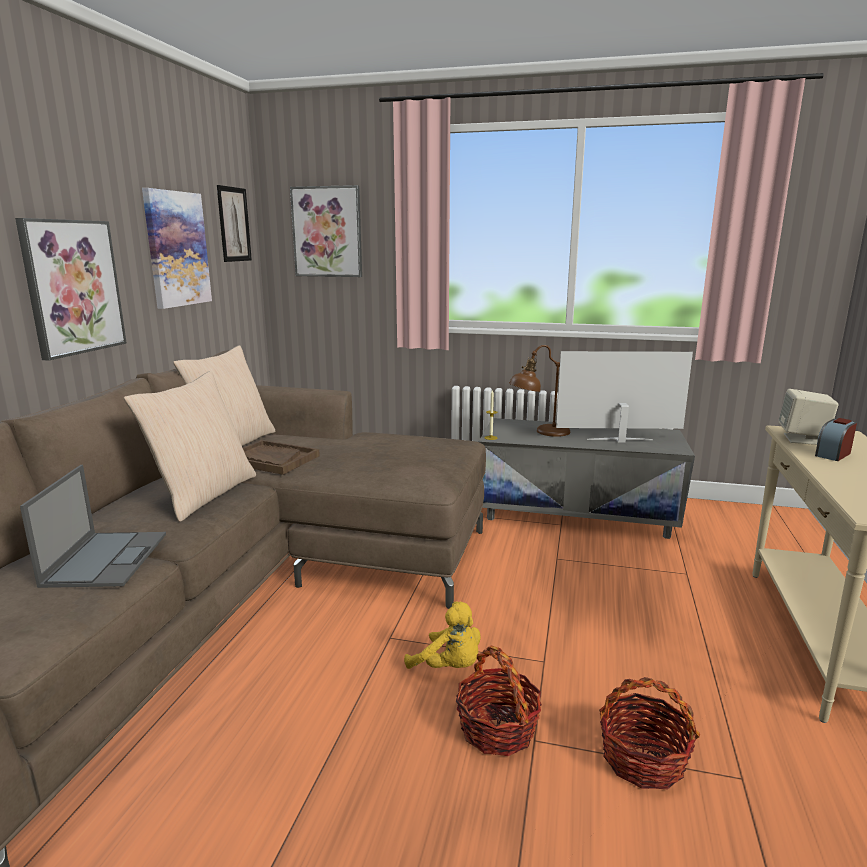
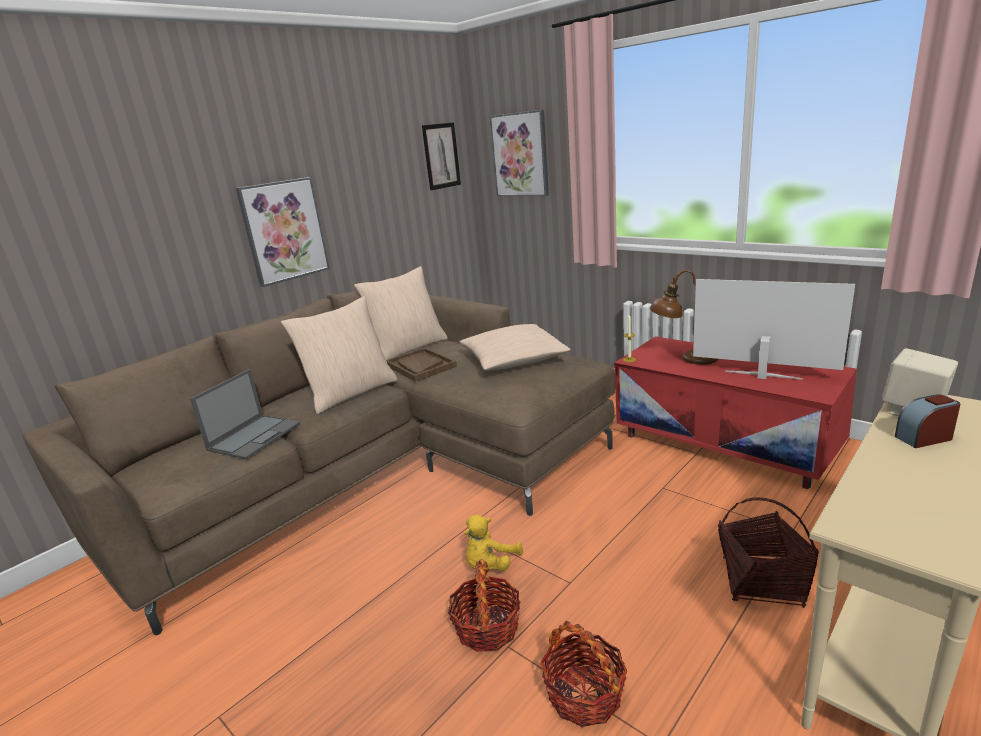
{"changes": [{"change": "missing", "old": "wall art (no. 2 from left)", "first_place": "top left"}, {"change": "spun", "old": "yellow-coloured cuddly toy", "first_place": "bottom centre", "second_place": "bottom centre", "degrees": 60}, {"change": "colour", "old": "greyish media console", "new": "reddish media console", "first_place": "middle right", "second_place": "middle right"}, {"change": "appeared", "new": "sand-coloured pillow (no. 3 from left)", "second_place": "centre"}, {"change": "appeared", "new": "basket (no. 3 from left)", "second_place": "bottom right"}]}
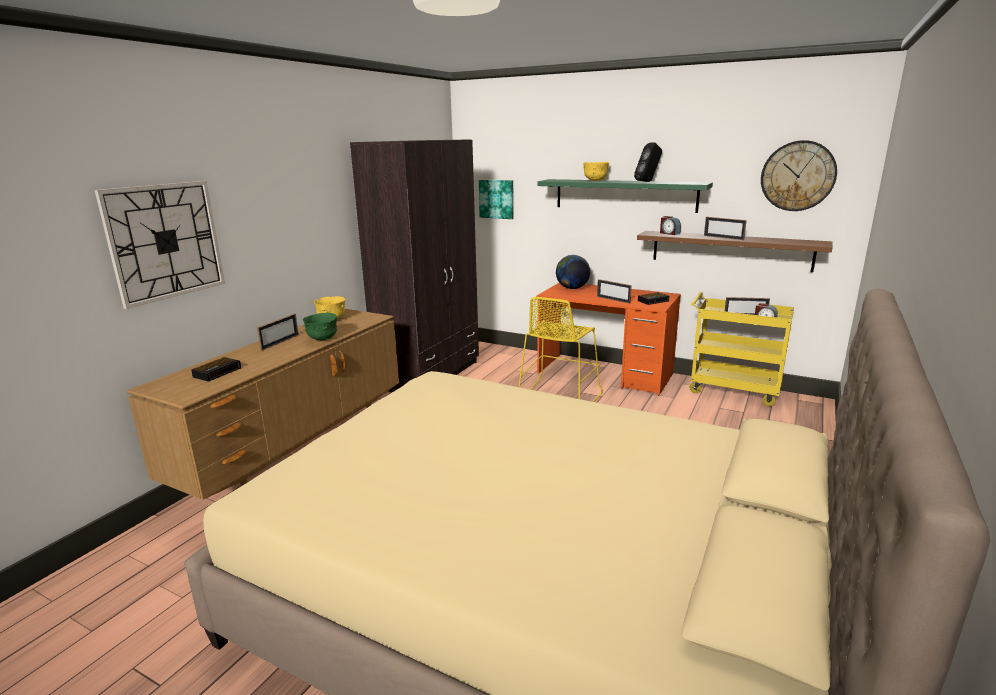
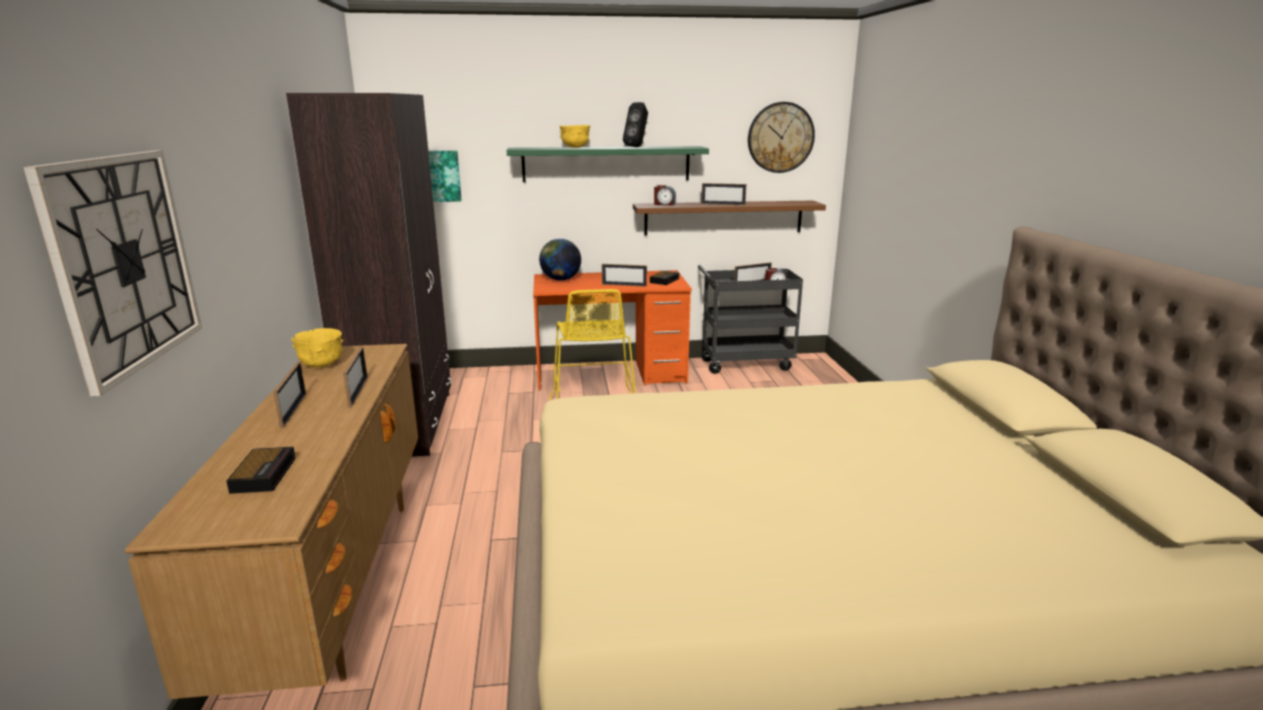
{"changes": [{"change": "exchanged", "old": "green bowl", "new": "standing frame (no. 2 from left)", "first_place": "middle left", "second_place": "middle left"}, {"change": "colour", "old": "yellow-coloured cart", "new": "greyish cart", "first_place": "middle right", "second_place": "centre"}]}
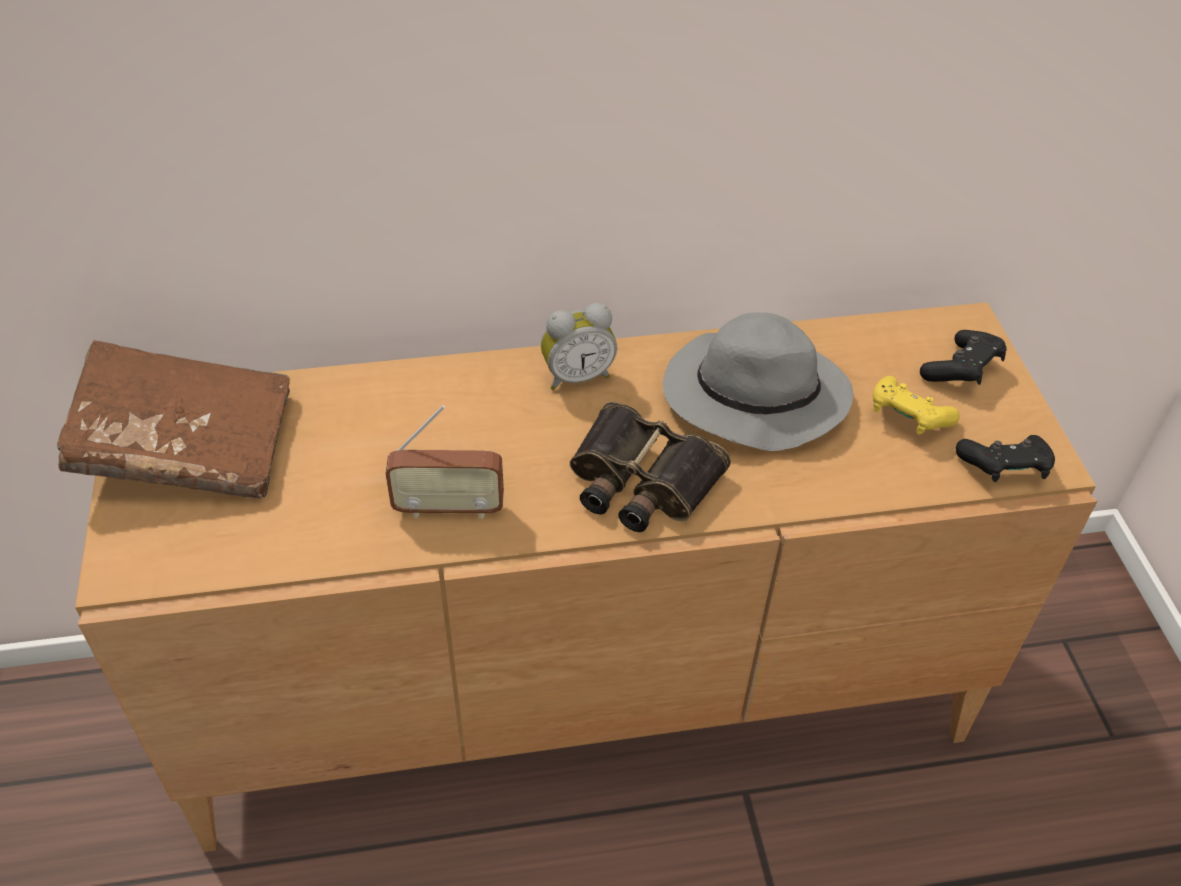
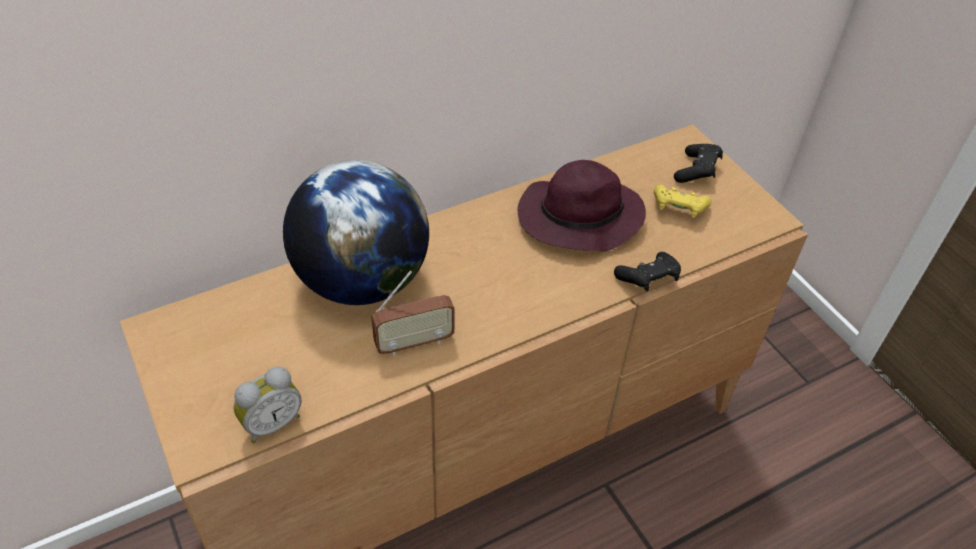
{"changes": [{"change": "missing", "old": "brownish bound book", "first_place": "middle left"}, {"change": "relocated", "old": "table clock", "first_place": "centre", "second_place": "bottom left"}, {"change": "missing", "old": "pair of binoculars", "first_place": "centre"}, {"change": "colour", "old": "greyish hat", "new": "purple hat", "first_place": "centre", "second_place": "centre"}, {"change": "relocated", "old": "black-coloured game controller (no. 2 from left in the first image)", "new": "black-coloured game controller (no. 1 from left)", "first_place": "middle right", "second_place": "centre"}, {"change": "appeared", "new": "globe", "second_place": "centre"}]}
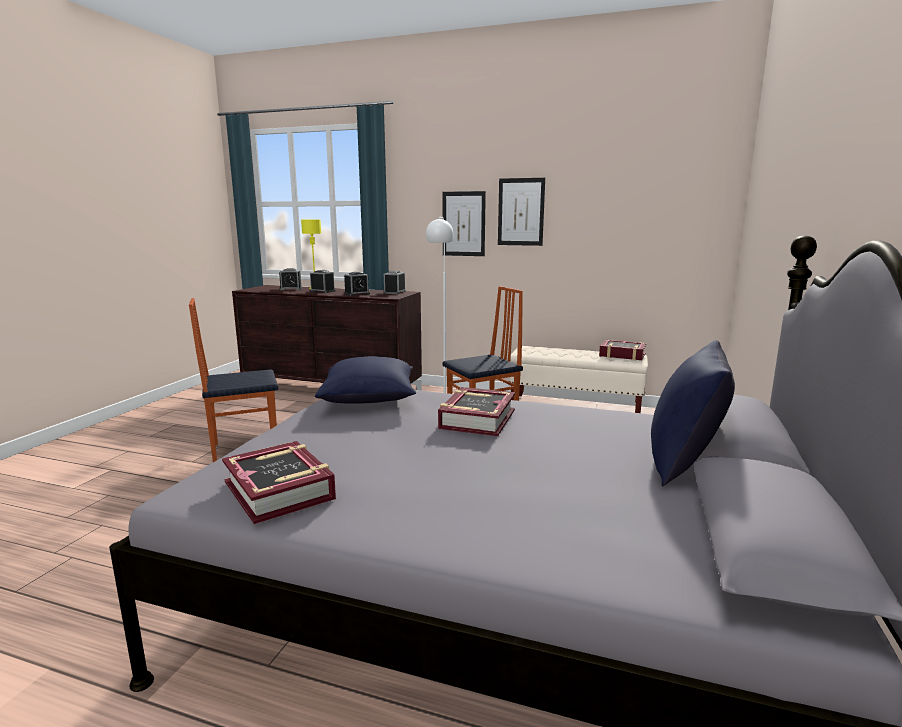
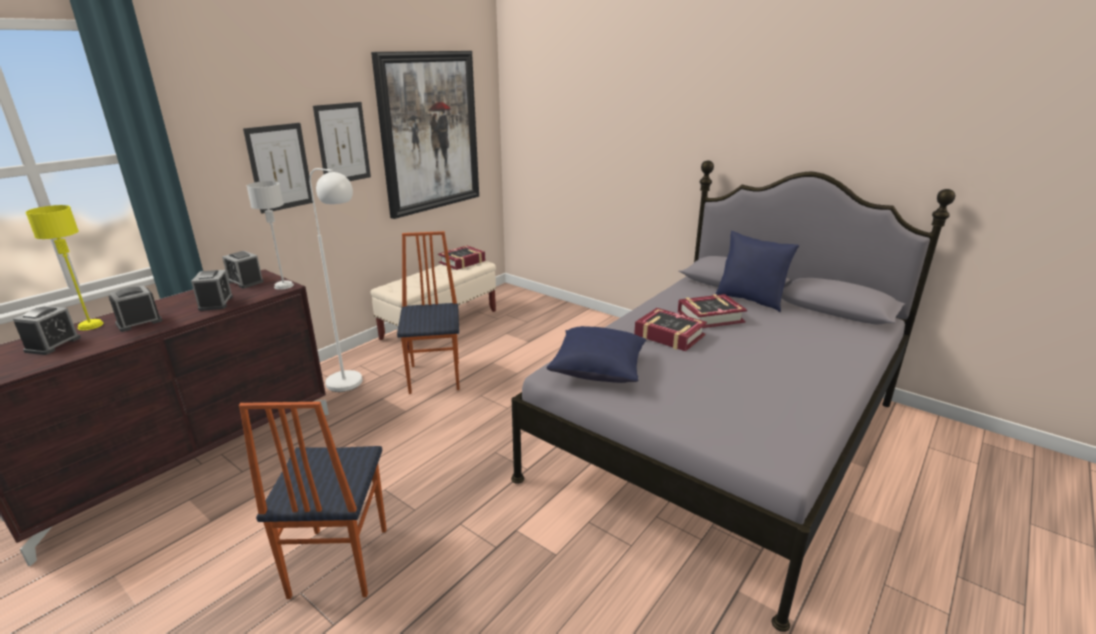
{"changes": [{"change": "relocated", "old": "bound book (no. 1 from left in the first image)", "new": "bound book (no. 3 from left)", "first_place": "middle left", "second_place": "centre"}, {"change": "appeared", "new": "greyish table lamp", "second_place": "middle left"}, {"change": "appeared", "new": "wall art (no. 3 from left)", "second_place": "top centre"}]}
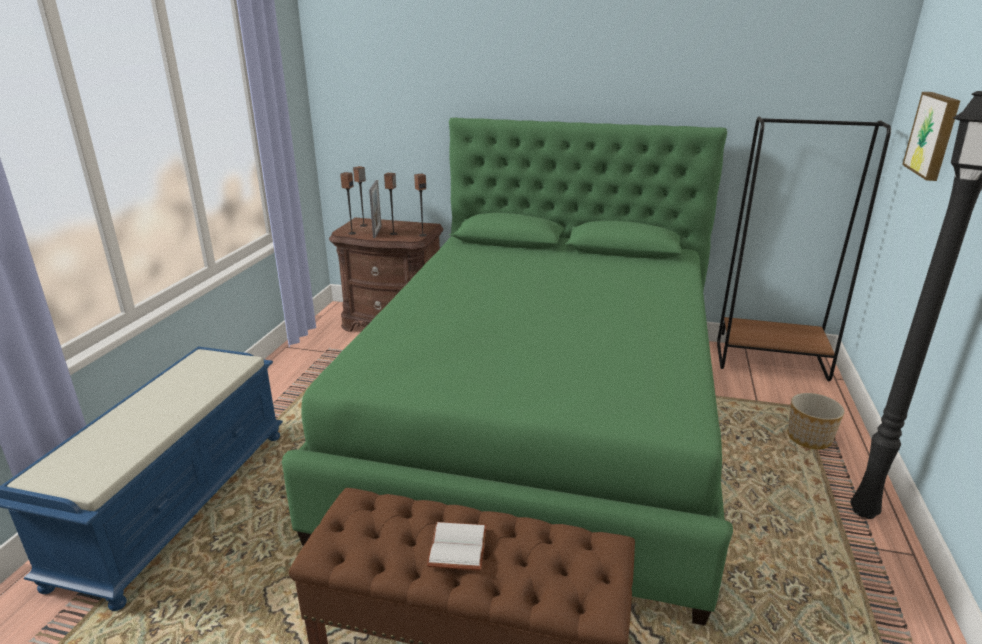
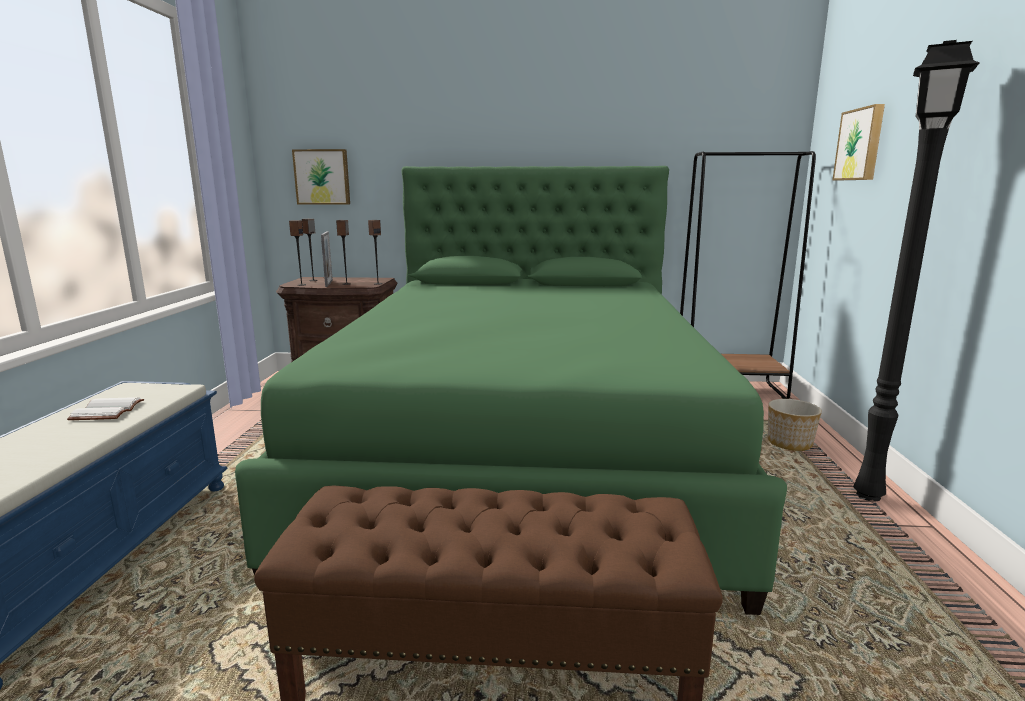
{"changes": [{"change": "relocated", "old": "white-coloured bound book", "first_place": "bottom centre", "second_place": "middle left"}, {"change": "appeared", "new": "wall art (no. 1 from left)", "second_place": "top left"}]}
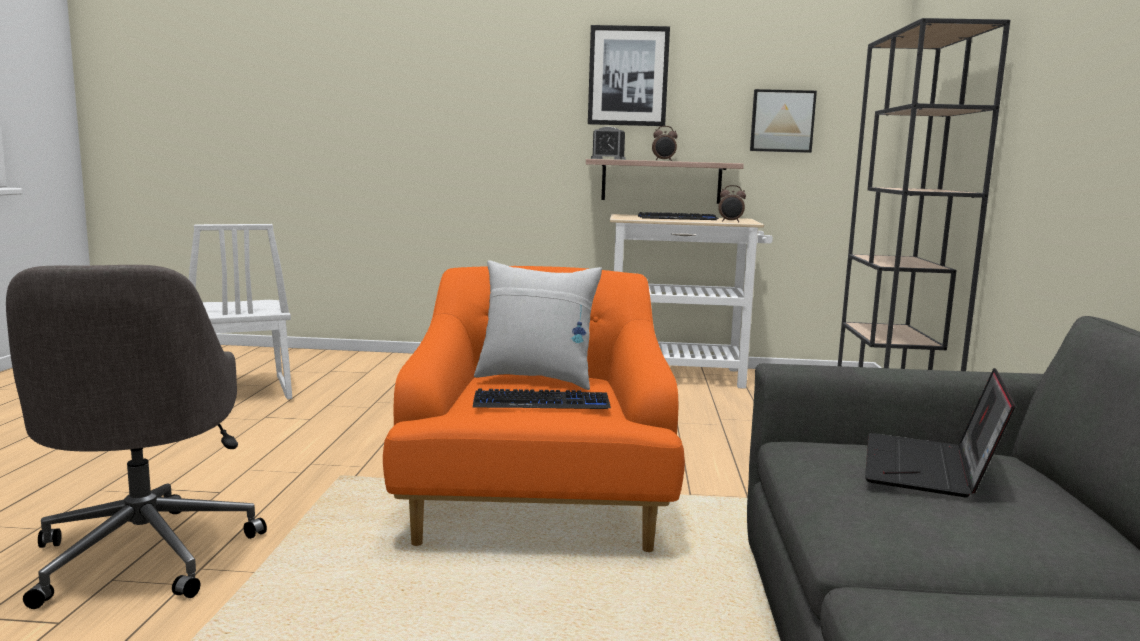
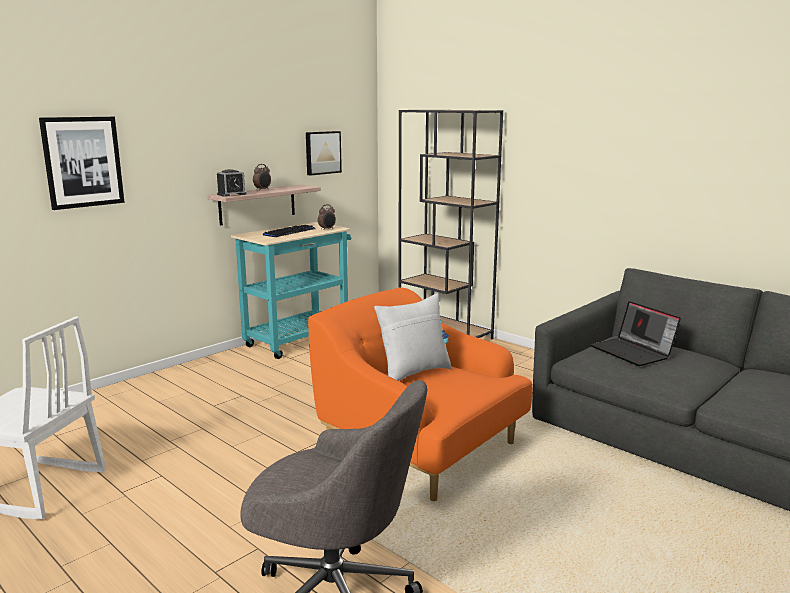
{"changes": [{"change": "missing", "old": "computer keyboard (no. 1 from left)", "first_place": "centre"}, {"change": "relocated", "old": "wall art (no. 1 from left)", "first_place": "top centre", "second_place": "top left"}, {"change": "colour", "old": "white-coloured cart", "new": "blue-green cart", "first_place": "centre", "second_place": "centre"}]}
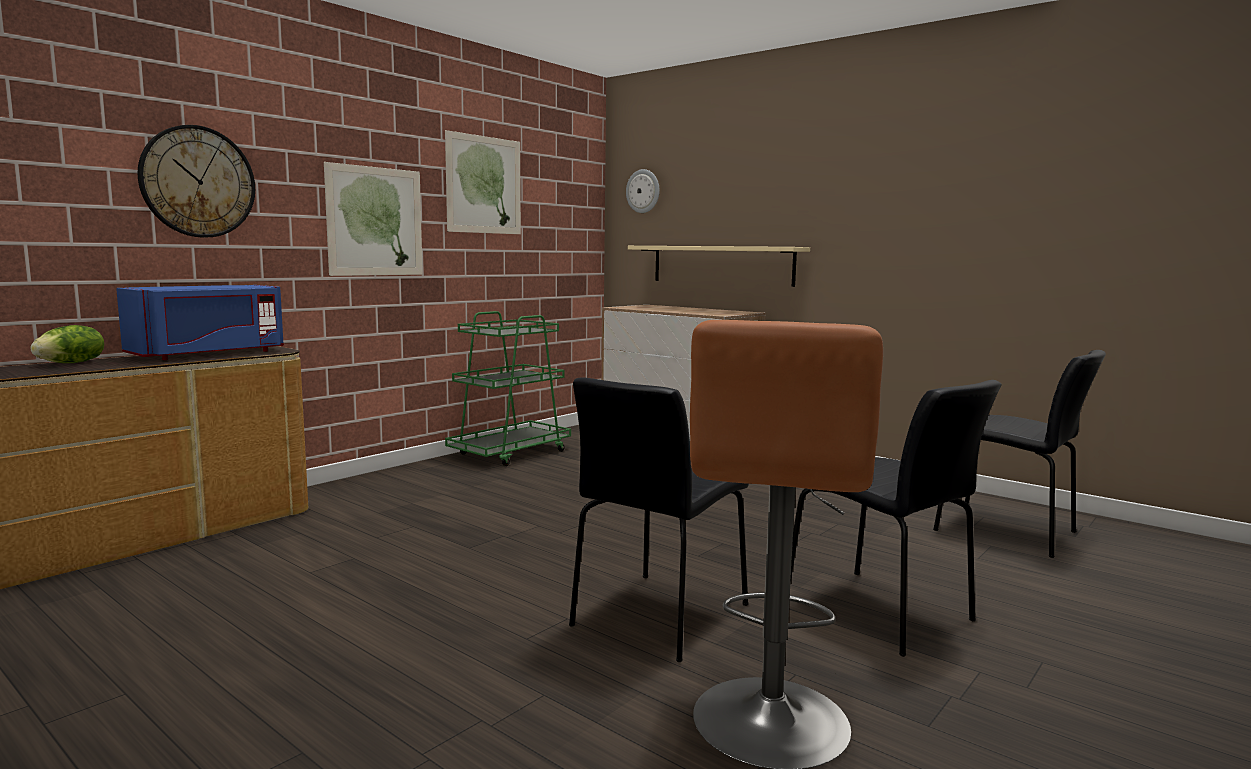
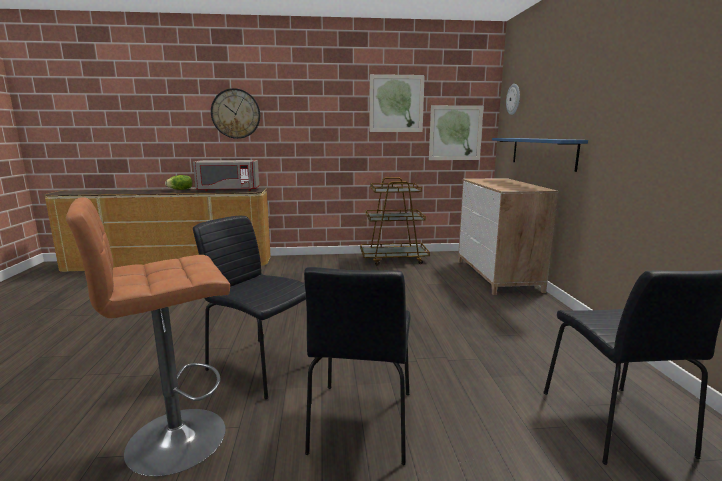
{"changes": [{"change": "colour", "old": "blue-coloured kitchen microwave", "new": "greyish kitchen microwave", "first_place": "middle left", "second_place": "middle left"}, {"change": "relocated", "old": "wall art (no. 1 from left in the first image)", "new": "wall art (no. 2 from left)", "first_place": "top left", "second_place": "top centre"}, {"change": "colour", "old": "green cart", "new": "brownish cart", "first_place": "centre", "second_place": "centre"}, {"change": "spun", "old": "black-coloured upright chair (no. 1 from left)", "first_place": "bottom centre", "second_place": "centre", "degrees": 45}, {"change": "colour", "old": "sand-coloured wall shelf", "new": "blue-coloured wall shelf", "first_place": "centre", "second_place": "top right"}]}
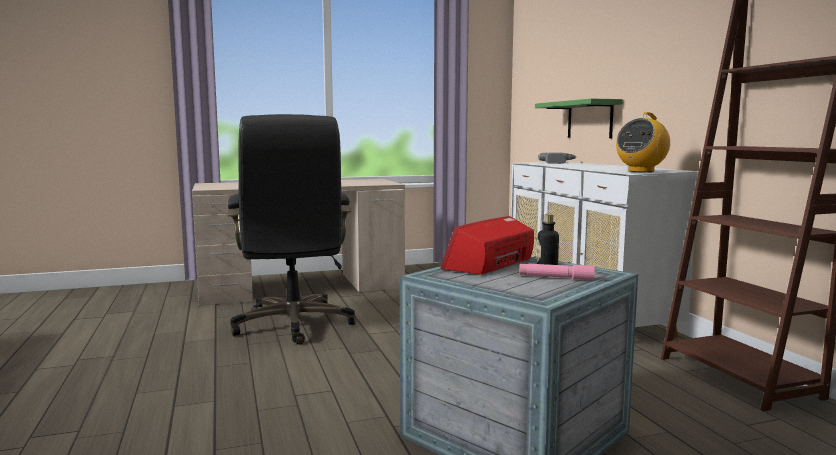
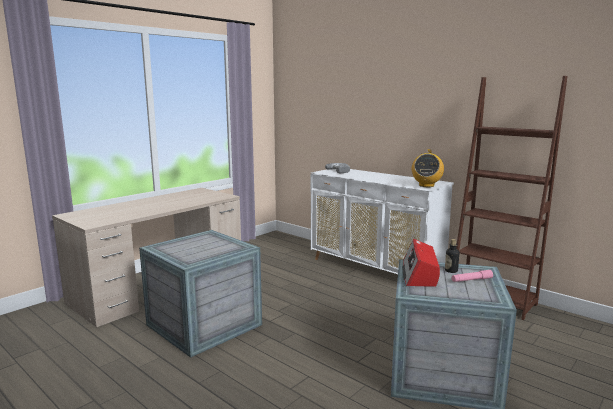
{"changes": [{"change": "exchanged", "old": "black-coloured computer chair", "new": "packing crate (no. 1 from left)", "first_place": "centre", "second_place": "bottom left"}, {"change": "missing", "old": "green wall shelf", "first_place": "top right"}]}
